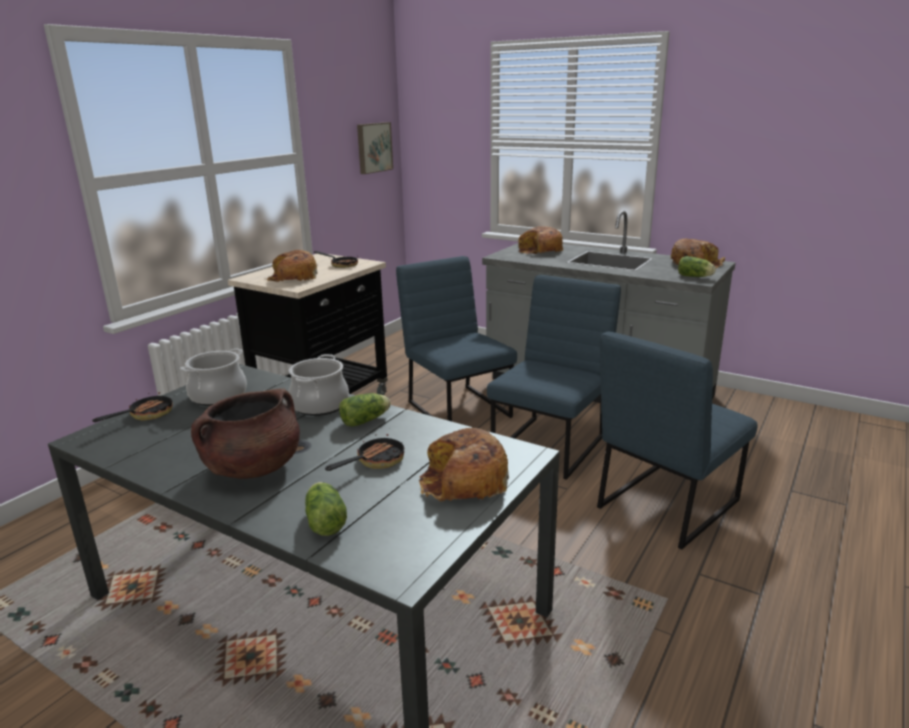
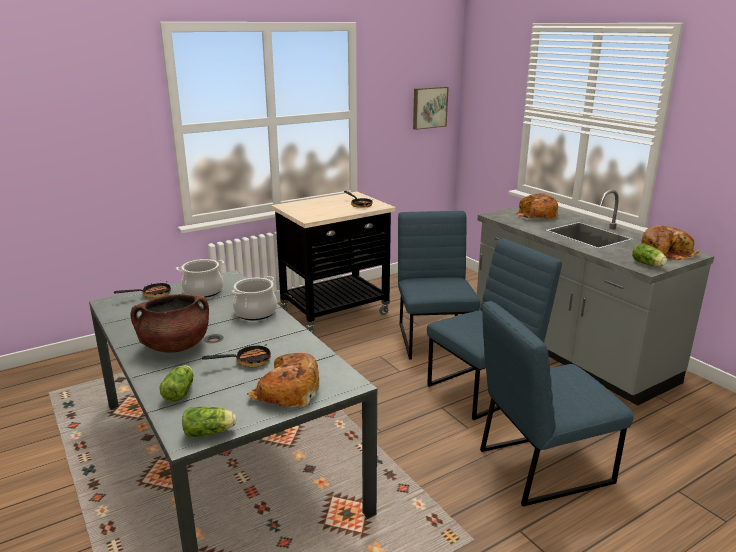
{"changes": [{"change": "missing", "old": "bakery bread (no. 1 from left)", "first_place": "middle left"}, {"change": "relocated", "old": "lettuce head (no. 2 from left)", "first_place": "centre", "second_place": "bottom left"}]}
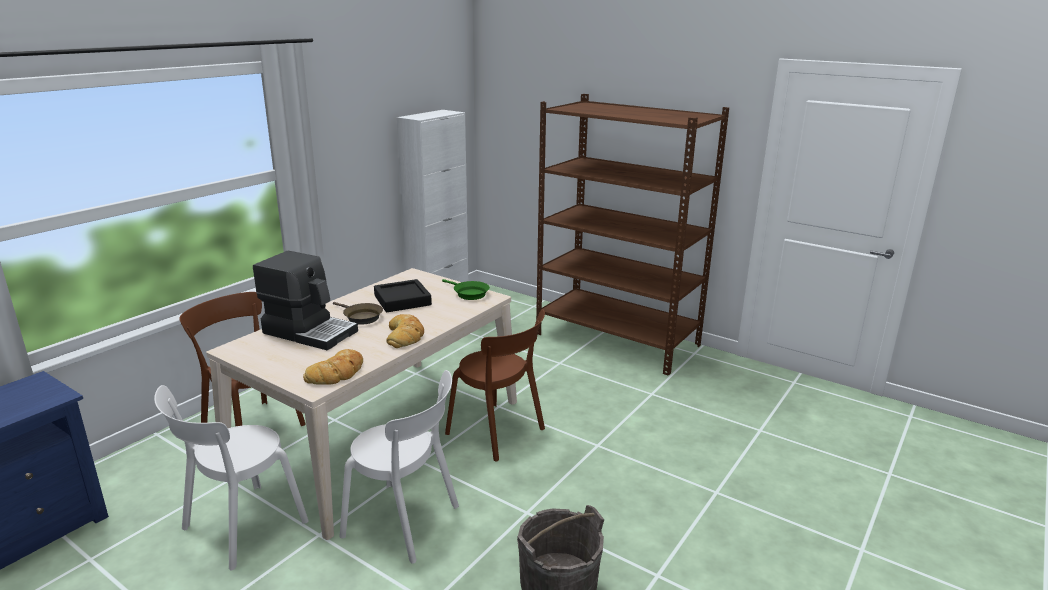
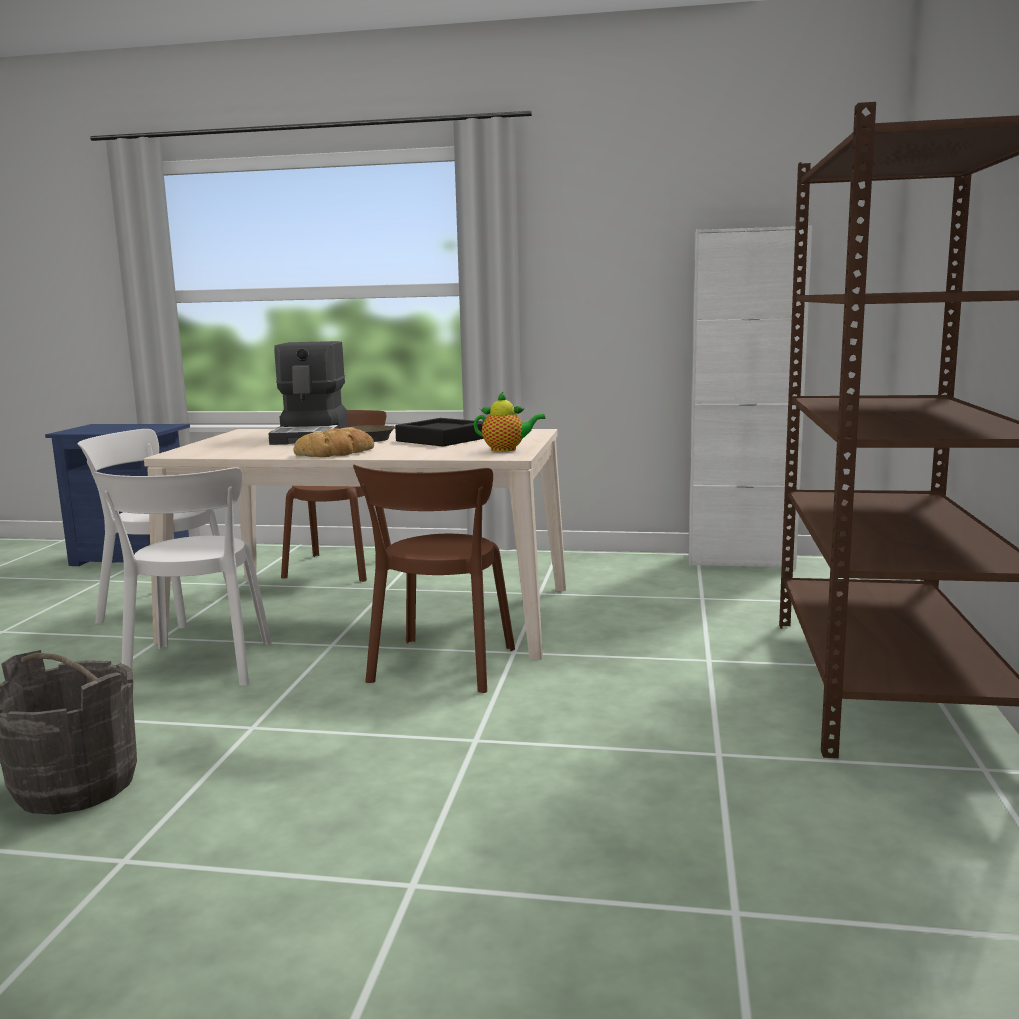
{"changes": [{"change": "missing", "old": "bakery bread (no. 1 from left)", "first_place": "middle left"}, {"change": "exchanged", "old": "green pan", "new": "tea pot", "first_place": "centre", "second_place": "centre"}]}
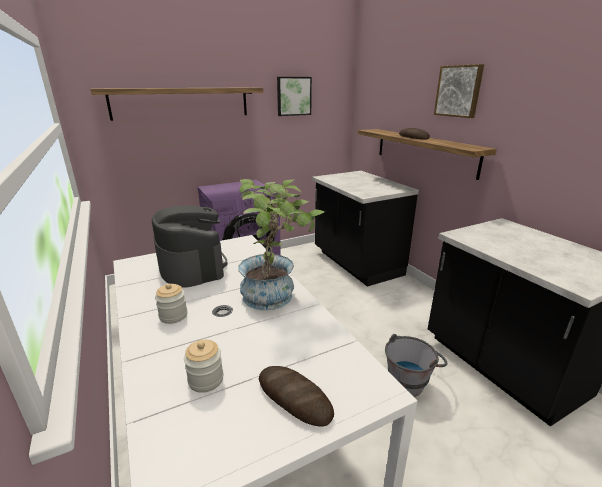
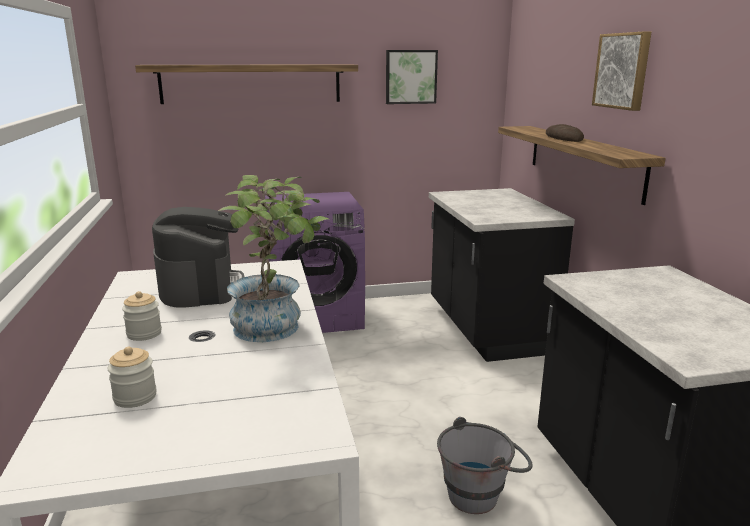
{"changes": [{"change": "missing", "old": "bakery bread (no. 1 from left)", "first_place": "bottom centre"}]}
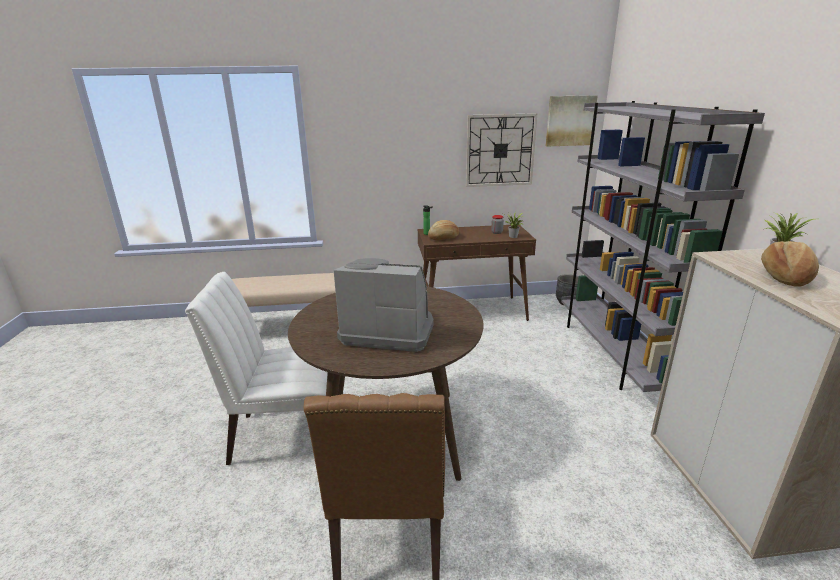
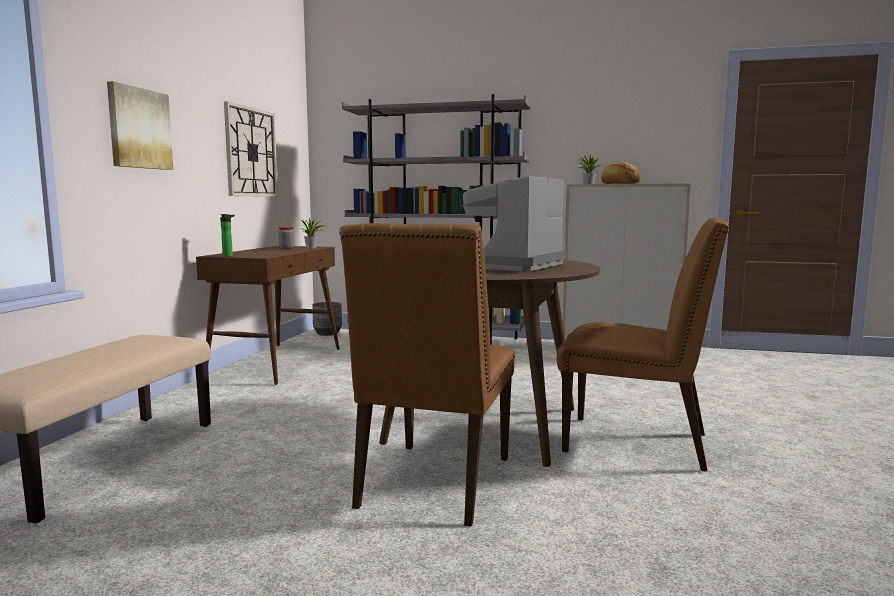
{"changes": [{"change": "colour", "old": "white-coloured upright chair", "new": "brownish upright chair (no. 1 from left)", "first_place": "middle left", "second_place": "centre"}, {"change": "missing", "old": "bakery bread (no. 1 from left)", "first_place": "centre"}, {"change": "relocated", "old": "wall art", "first_place": "top right", "second_place": "top left"}]}
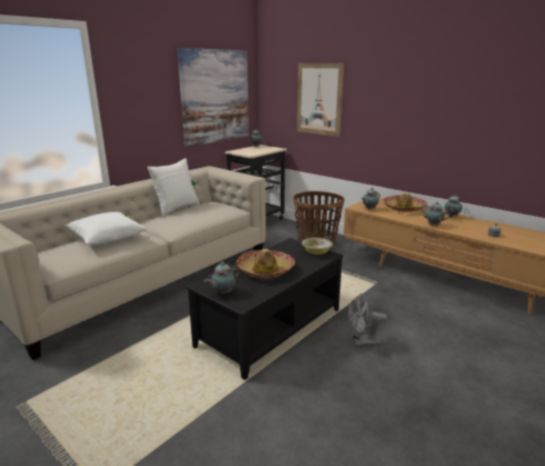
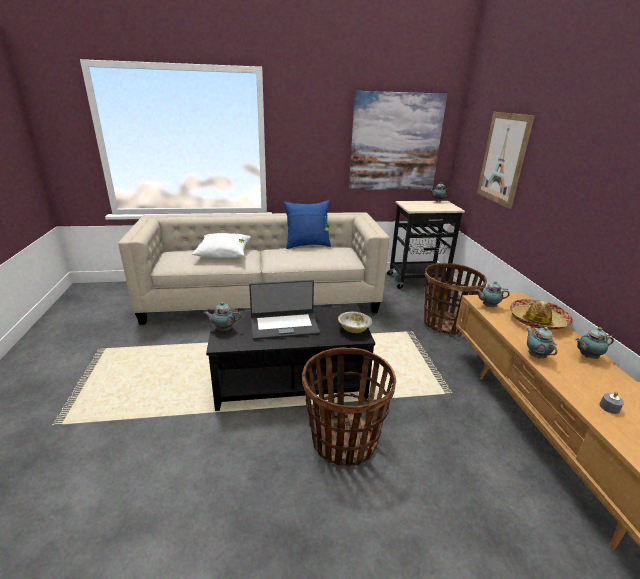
{"changes": [{"change": "colour", "old": "white-coloured pillow (no. 2 from left)", "new": "blue-coloured pillow", "first_place": "middle left", "second_place": "centre"}, {"change": "exchanged", "old": "hat (no. 1 from left)", "new": "notebook computer", "first_place": "centre", "second_place": "centre"}, {"change": "exchanged", "old": "greyish fan", "new": "basket (no. 1 from left)", "first_place": "bottom right", "second_place": "bottom centre"}]}
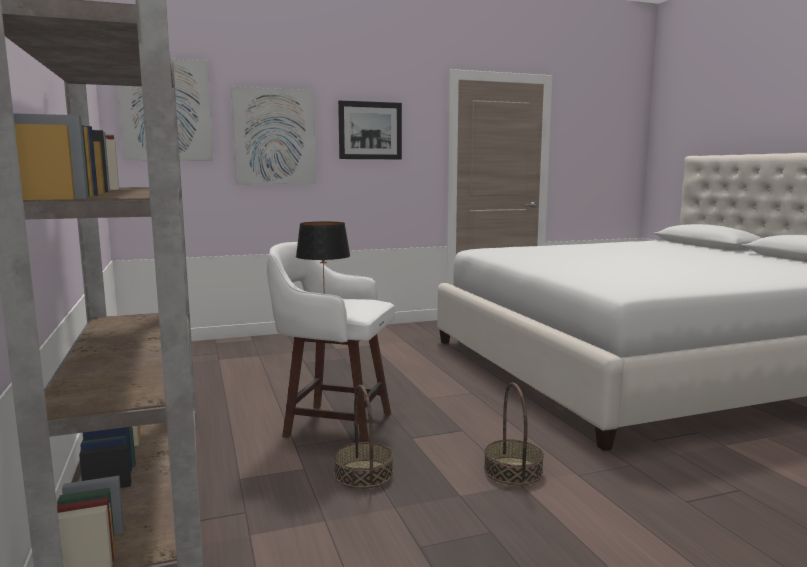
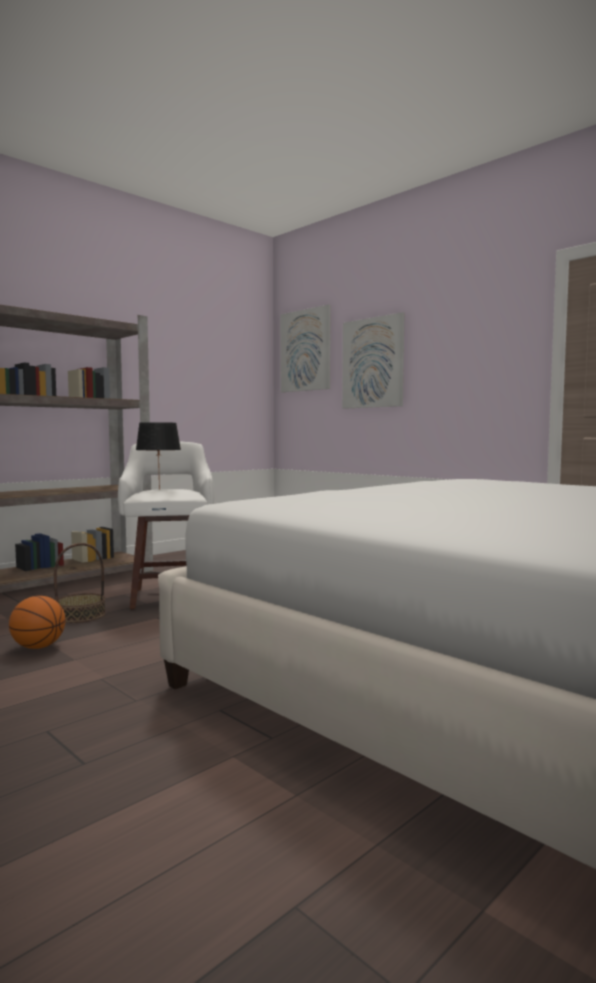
{"changes": [{"change": "missing", "old": "wall art (no. 3 from left)", "first_place": "top centre"}, {"change": "missing", "old": "basket (no. 2 from left)", "first_place": "bottom centre"}, {"change": "appeared", "new": "basketball ball", "second_place": "middle left"}]}
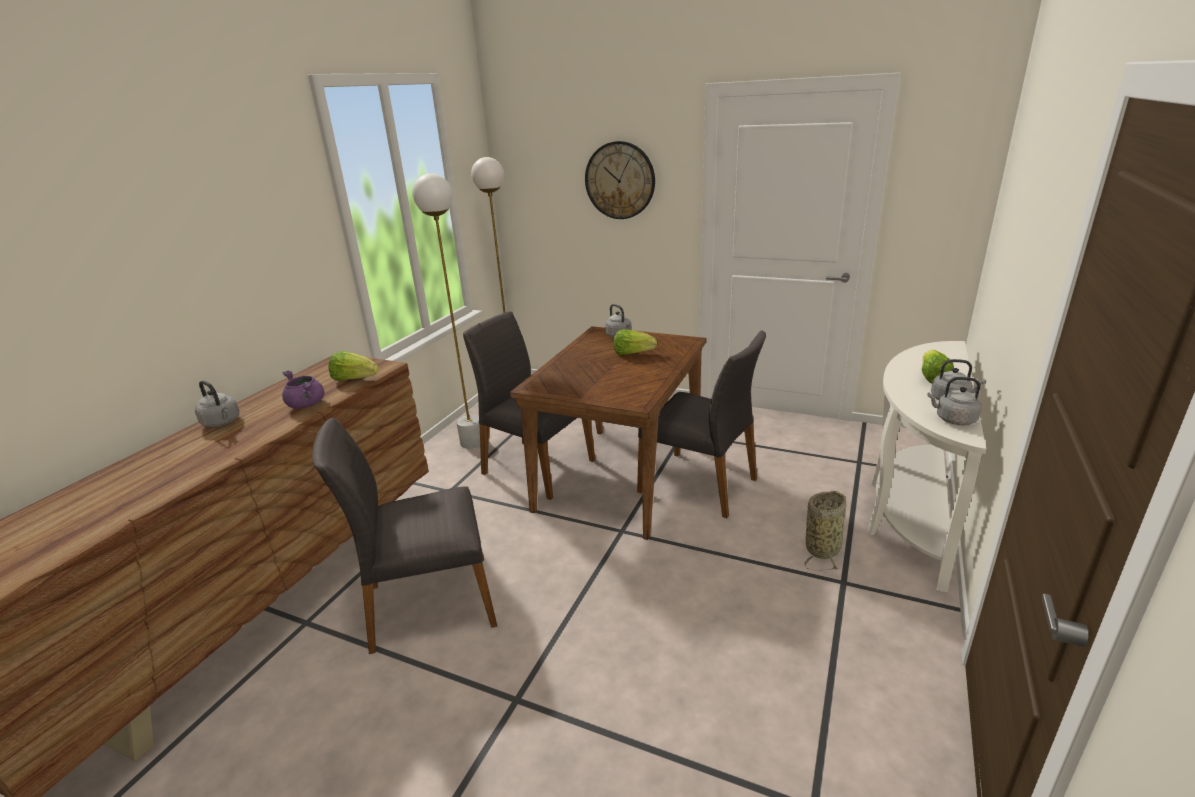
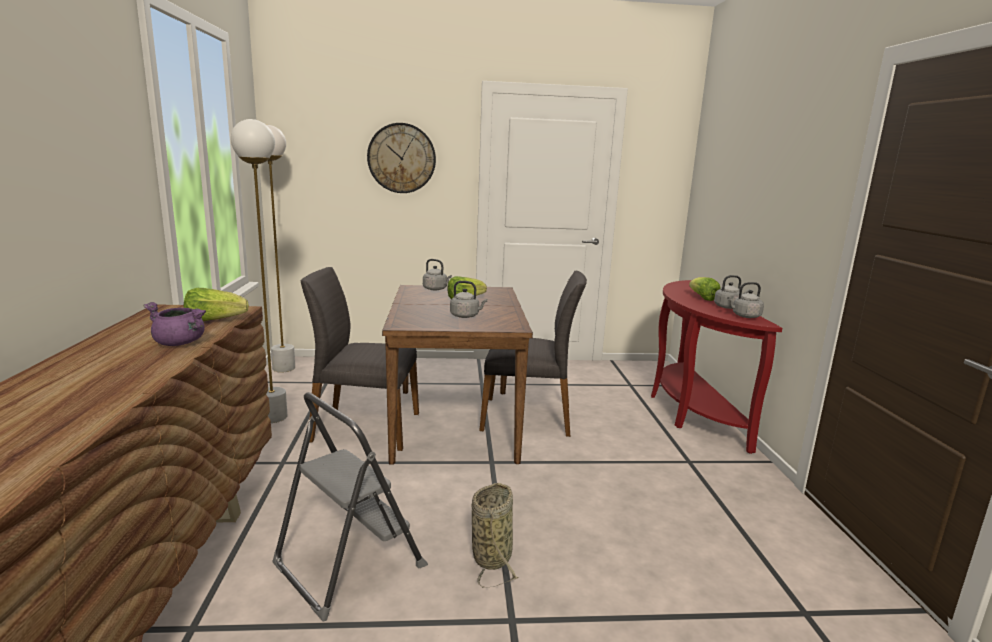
{"changes": [{"change": "relocated", "old": "greyish water kettle (no. 1 from left in the first image)", "new": "greyish water kettle (no. 2 from left)", "first_place": "middle left", "second_place": "centre"}, {"change": "exchanged", "old": "greyish upright chair (no. 1 from left)", "new": "greyish step ladder", "first_place": "bottom centre", "second_place": "bottom centre"}, {"change": "relocated", "old": "basket", "first_place": "middle right", "second_place": "bottom centre"}, {"change": "colour", "old": "white-coloured console table", "new": "reddish console table", "first_place": "middle right", "second_place": "middle right"}]}
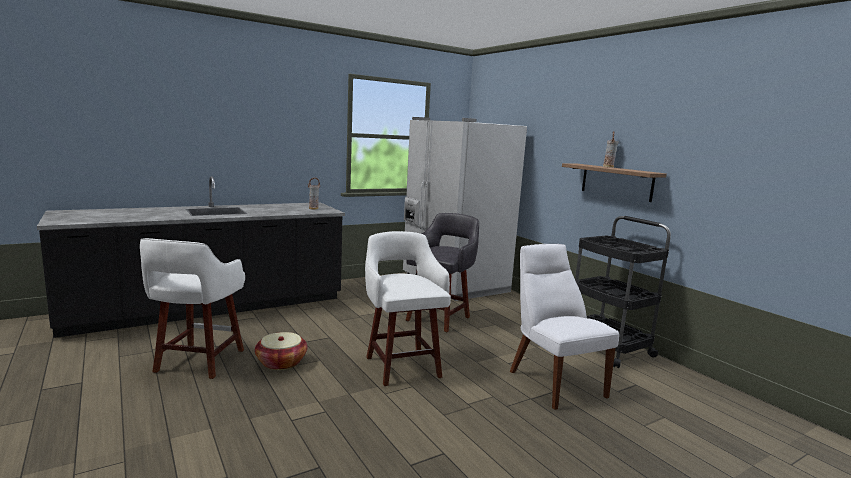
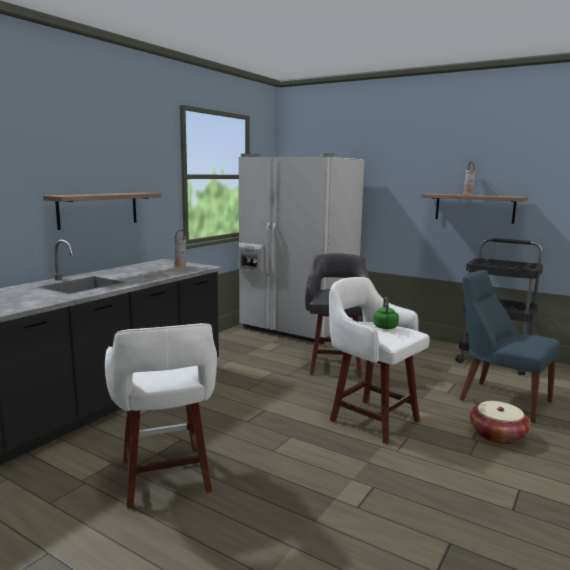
{"changes": [{"change": "relocated", "old": "basket", "first_place": "bottom left", "second_place": "bottom right"}, {"change": "colour", "old": "white-coloured upright chair", "new": "blue-coloured upright chair", "first_place": "bottom centre", "second_place": "middle right"}, {"change": "appeared", "new": "wall shelf (no. 1 from left)", "second_place": "middle left"}, {"change": "appeared", "new": "green water kettle", "second_place": "middle right"}]}
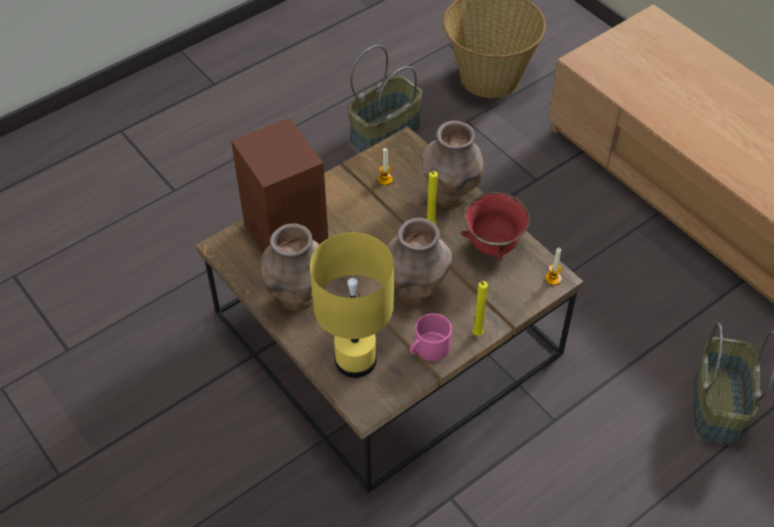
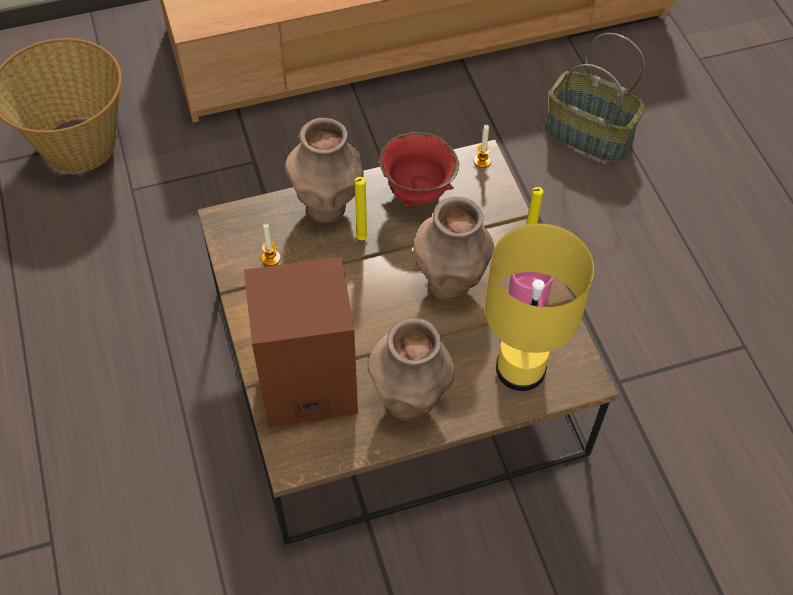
{"changes": [{"change": "missing", "old": "basket (no. 1 from left)", "first_place": "top centre"}]}
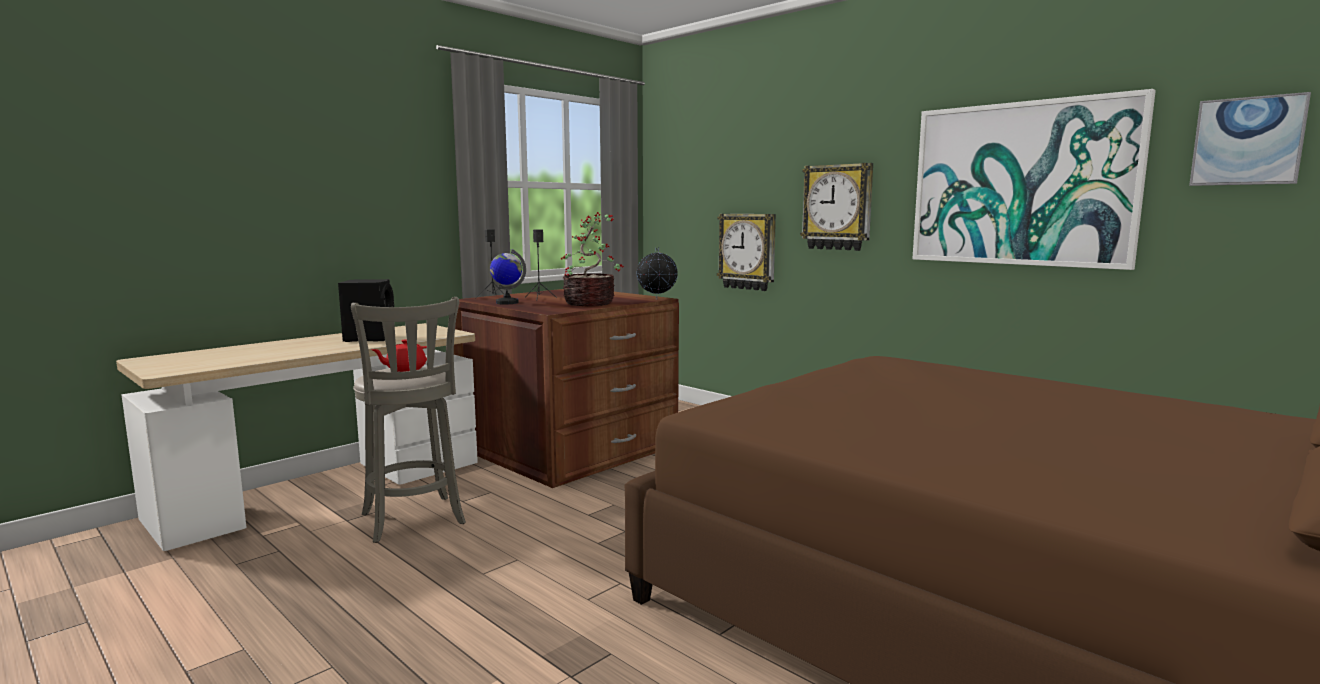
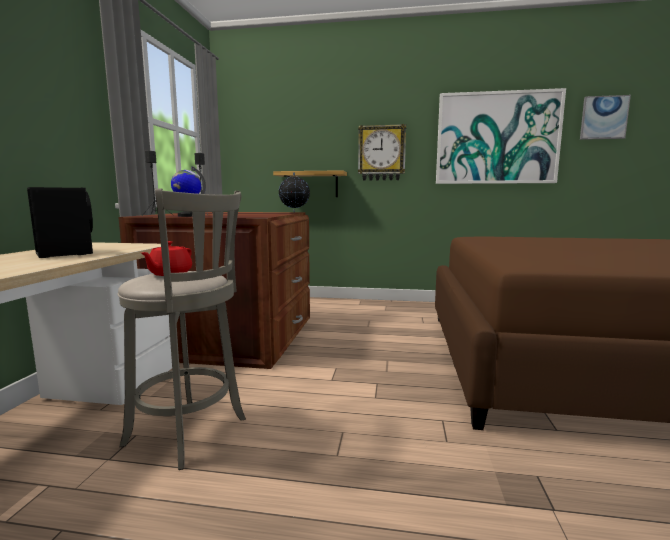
{"changes": [{"change": "missing", "old": "houseplant", "first_place": "centre"}, {"change": "exchanged", "old": "wall clock (no. 1 from left)", "new": "wall shelf", "first_place": "centre", "second_place": "centre"}]}
